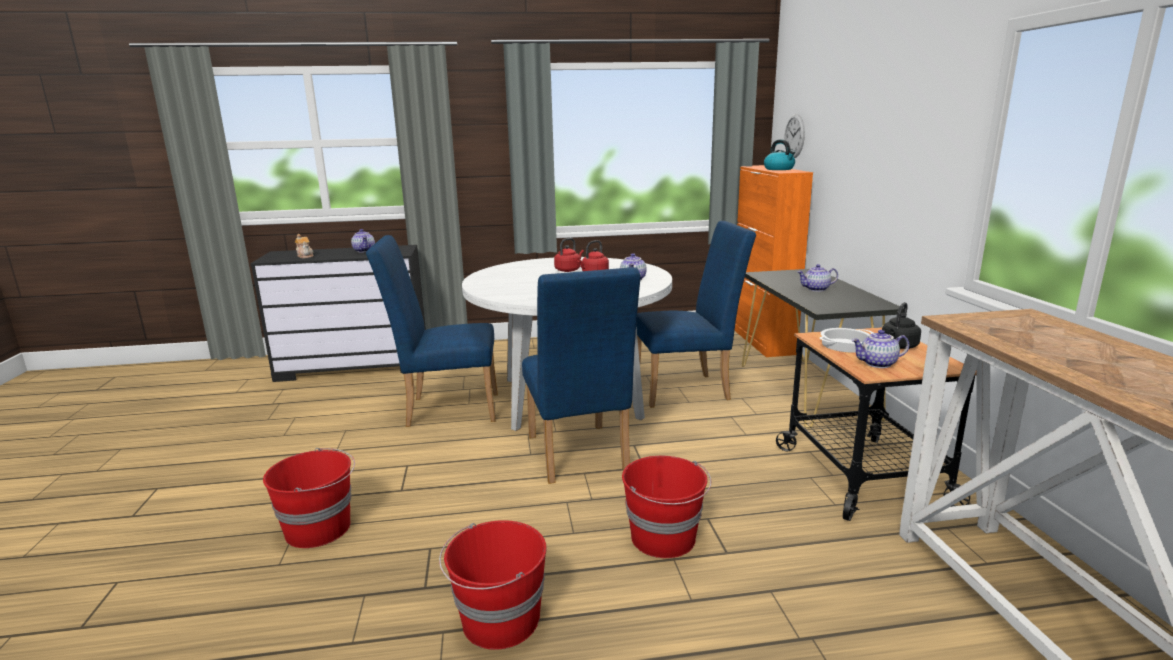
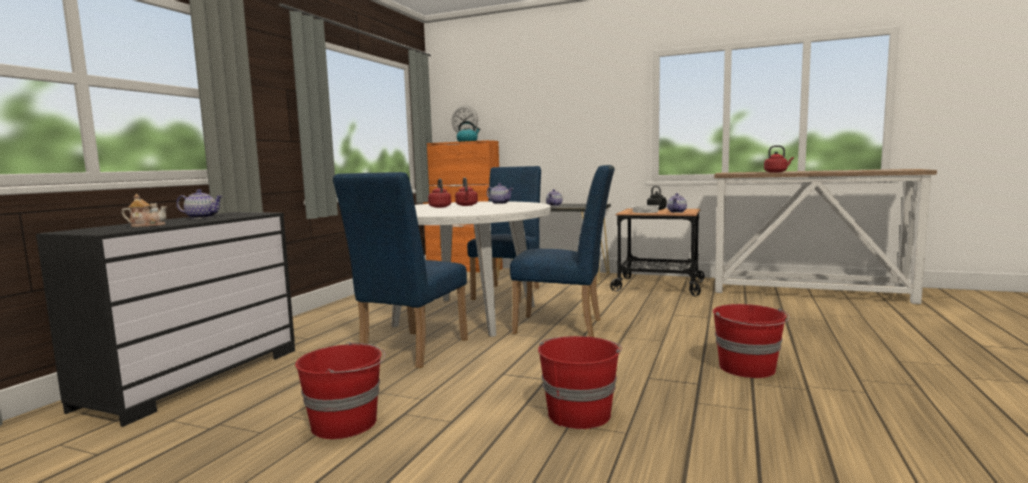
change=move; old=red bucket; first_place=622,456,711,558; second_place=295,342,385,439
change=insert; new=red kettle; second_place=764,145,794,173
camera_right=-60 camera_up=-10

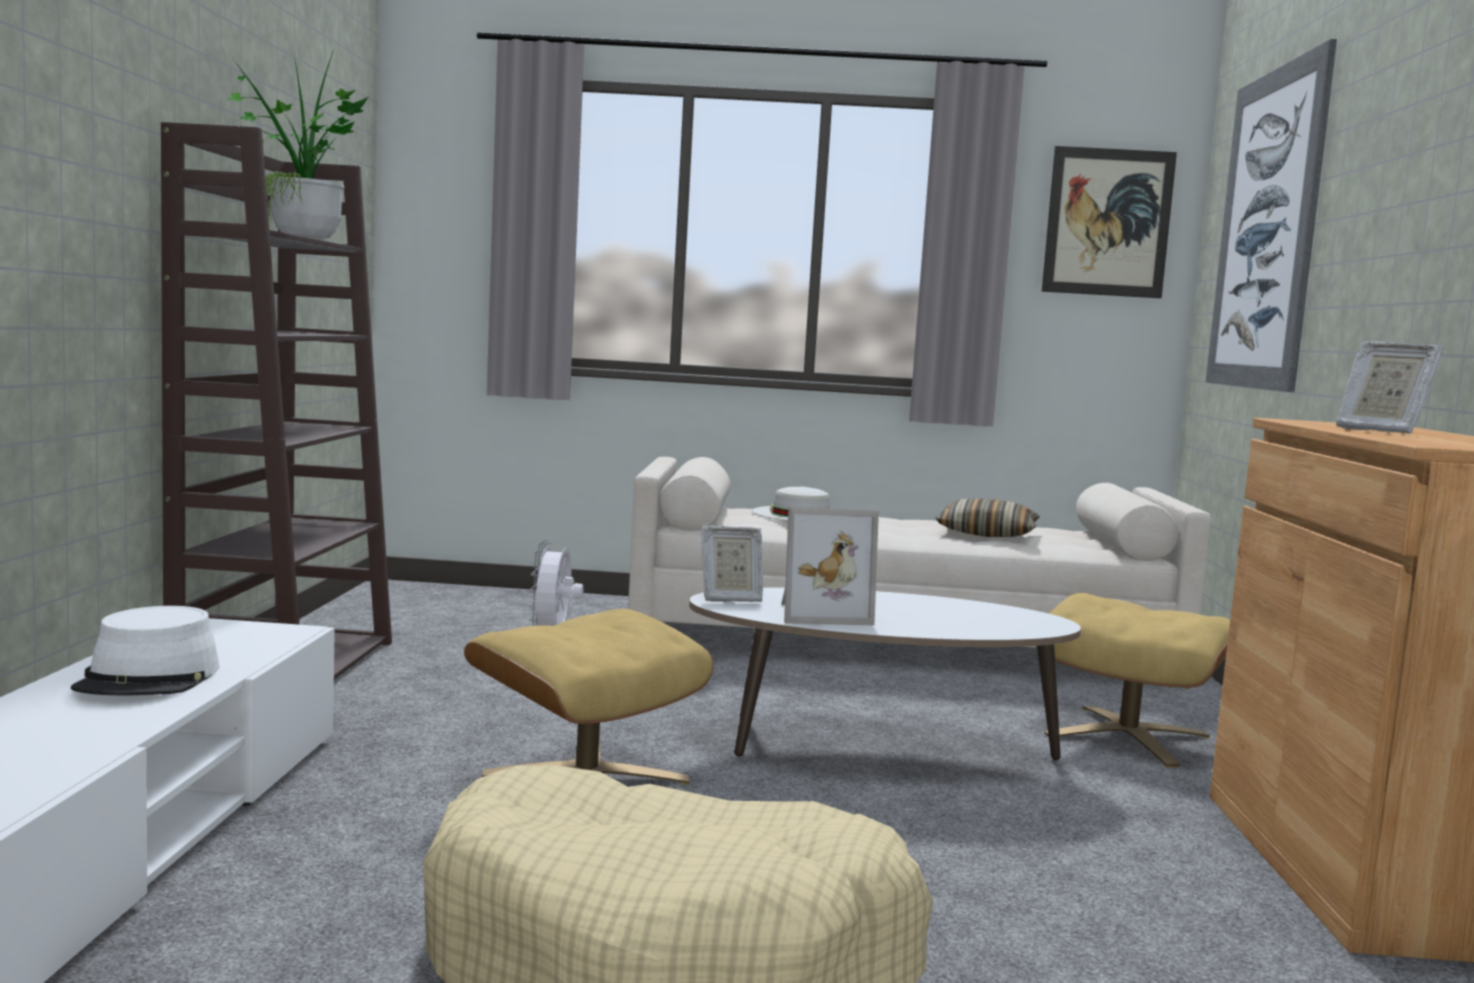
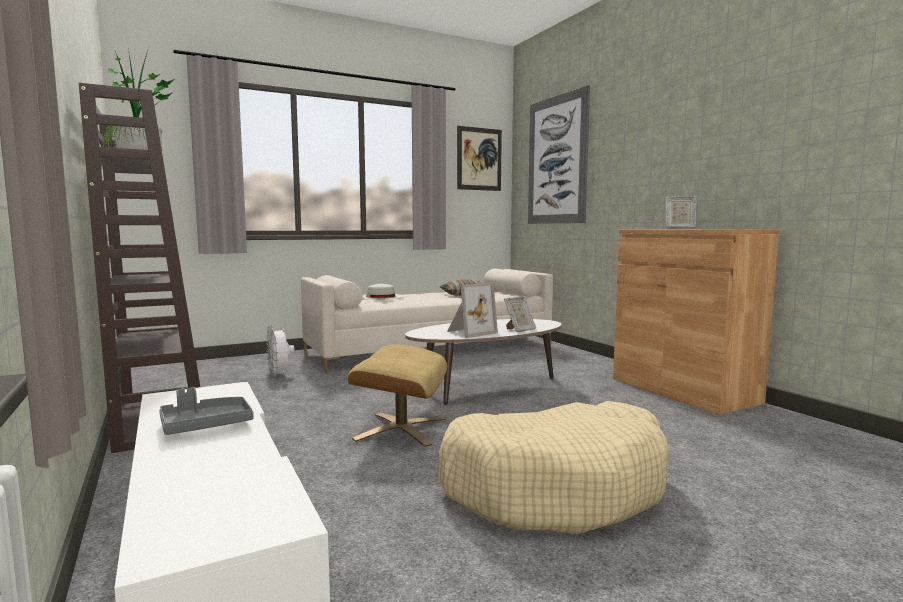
change=replace; old=white wearable hat; new=greyish tray; first_place=71,606,219,695; second_place=159,387,254,435
change=move; old=standing frame; first_place=701,525,763,602; second_place=504,297,536,332
change=delete; old=beige ottoman; first_place=1036,593,1230,767
camera_right=-30 camera_up=0

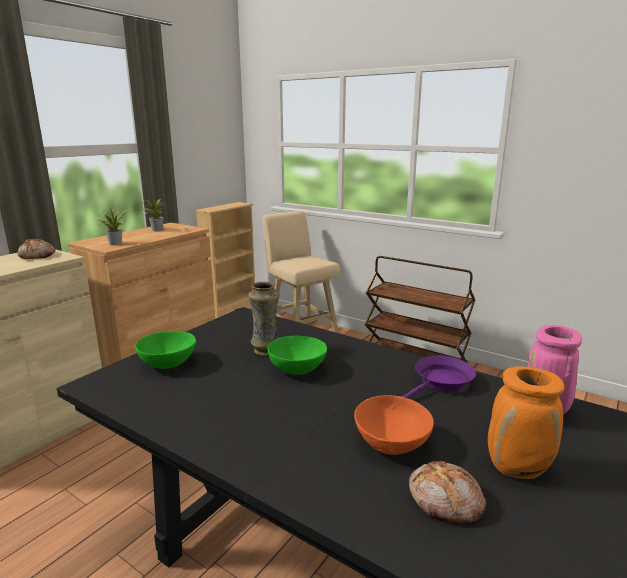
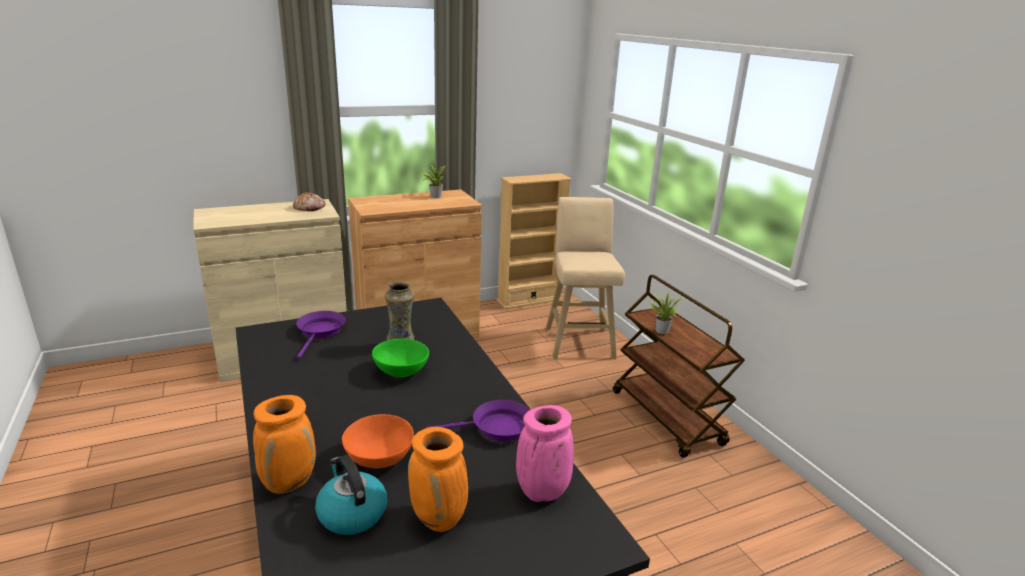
change=insert; new=orange vase; second_place=253,395,316,494
change=replace; old=green-coloured serving bowl; new=purple-coloured frying pan; first_place=135,331,196,369; second_place=296,311,346,359
change=replace; old=bakery bread; new=kettle; first_place=409,461,486,523; second_place=315,455,387,535
change=move; old=houseplant; first_place=95,209,126,245; second_place=648,293,685,334
camera_right=30 camera_up=5

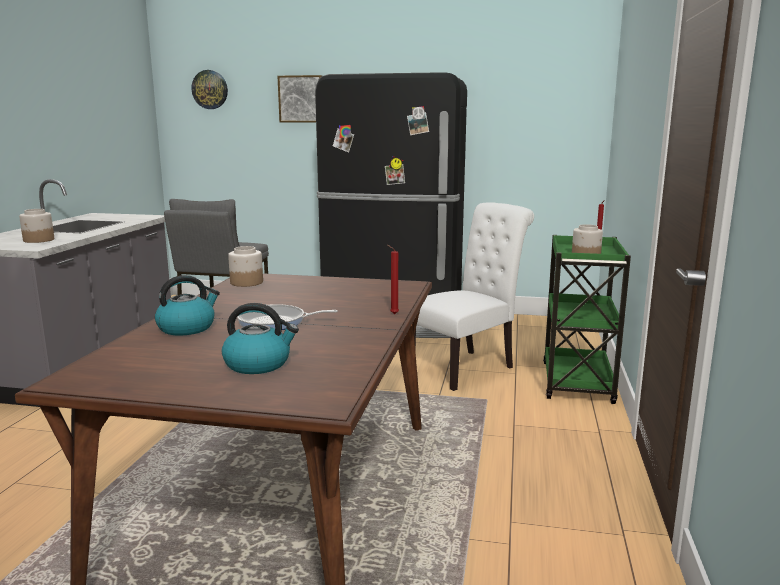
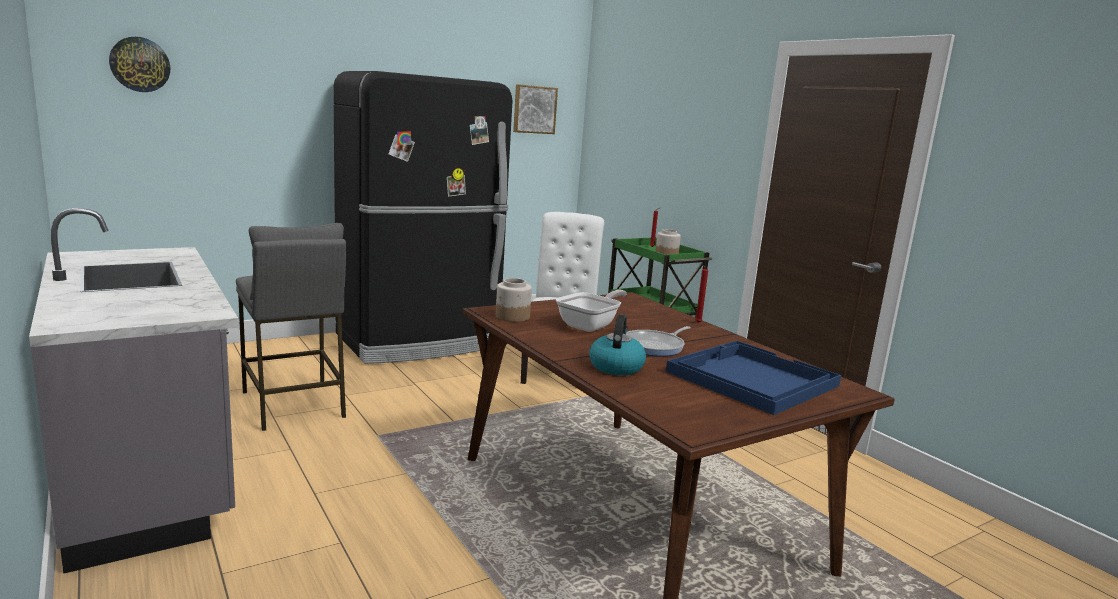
change=move; old=picture; first_place=277,75,322,122; second_place=513,84,558,134
change=insert; new=frying pan; second_place=556,290,627,332
change=replace; old=kettle; new=blue tray; first_place=222,303,299,374; second_place=666,341,841,415
change=delete; old=preserve jar; first_place=19,209,54,243
camera_right=-45 camera_up=0

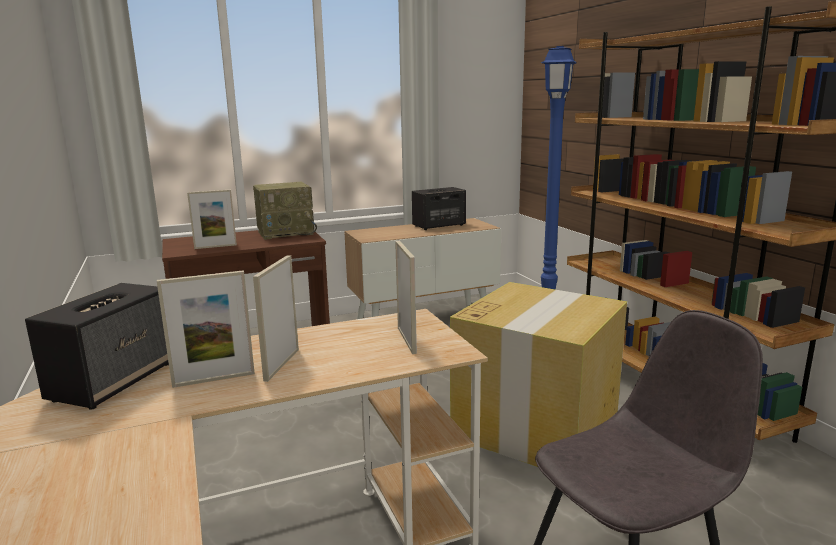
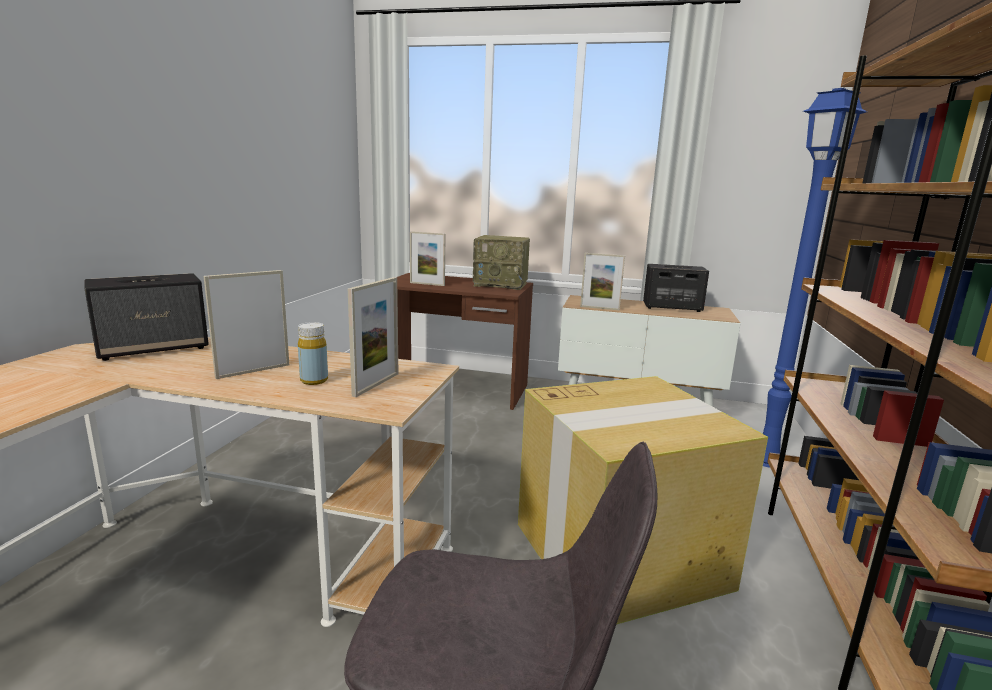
change=insert; new=yellowish drink bottle; second_place=298,322,328,385
change=move; old=standing frame; first_place=157,270,255,388; second_place=580,253,625,310
camera_right=35 camera_up=0

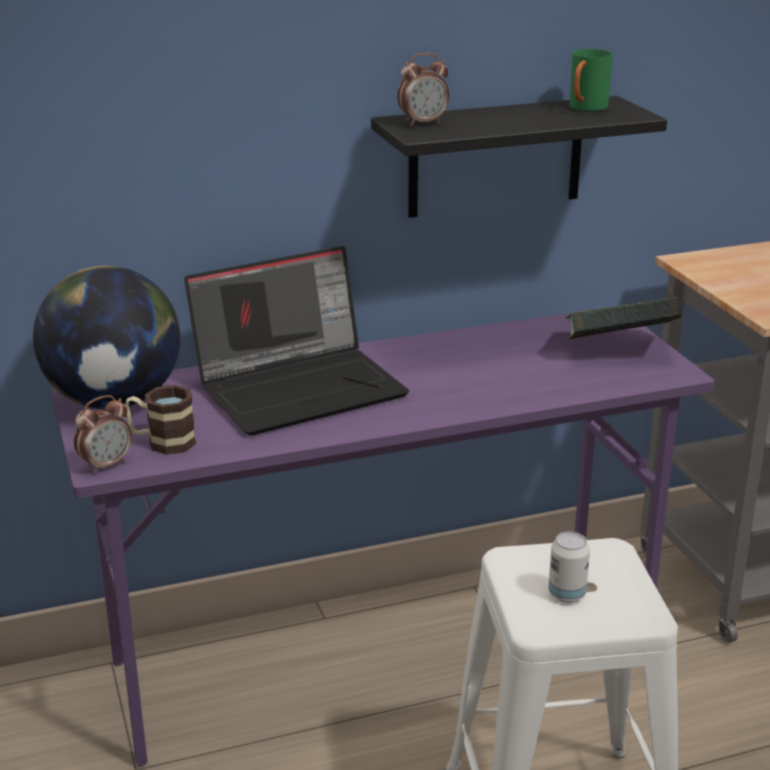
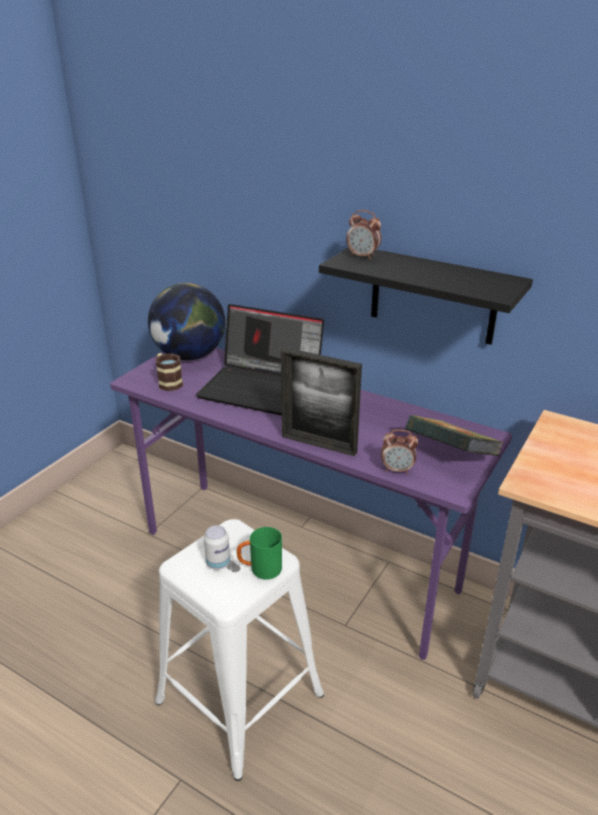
change=move; old=green-coloured tea mug; first_place=570,49,613,111; second_place=237,527,282,580
change=insert; new=standing frame; second_place=281,347,362,456
change=move; old=table clock; first_place=74,395,132,474; second_place=381,429,419,474
camera_right=50 camera_up=5

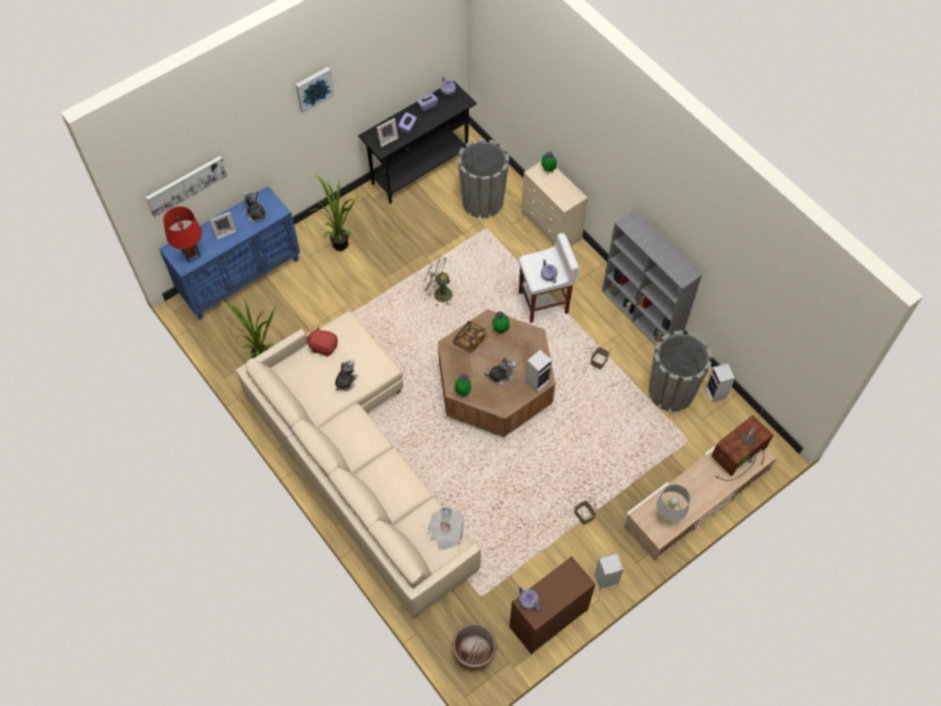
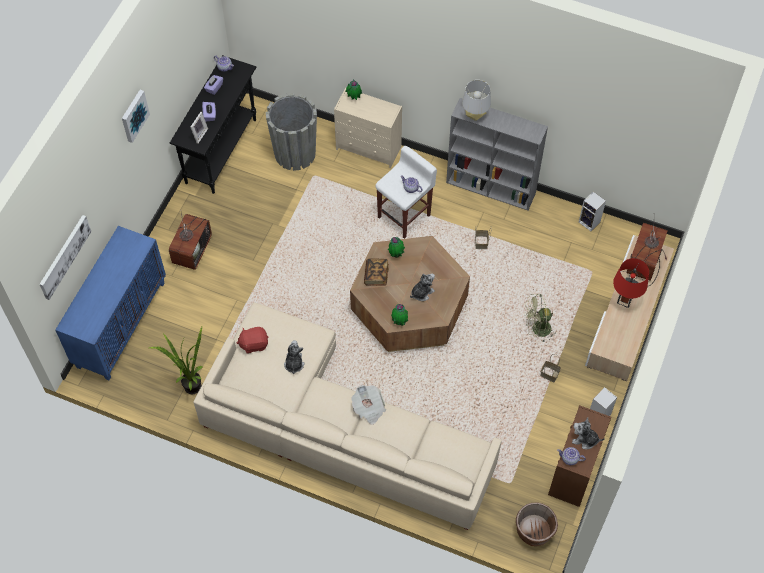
change=replace; old=houseplant; new=TV; first_place=311,174,359,251; second_place=169,213,212,270
change=move; old=printed paper; first_place=428,506,465,551; second_place=351,385,386,425
change=move; old=greyish lamp for a table; first_place=656,484,690,523; second_place=462,80,491,121
change=move; old=green-coloured fan; first_place=421,256,453,307; second_place=524,294,556,343
change=move; old=cuddly toy; first_place=243,190,266,222; second_place=572,417,605,449
change=move; old=red lamp for a table; first_place=163,207,202,262; second_place=613,258,649,308
change=delete; old=standing frame; first_place=210,212,237,239
change=delete; old=loudspeaker; first_place=525,350,552,393
change=delete; old=greyish flower pot; first_place=649,331,712,412
camera_right=-30 camera_up=0

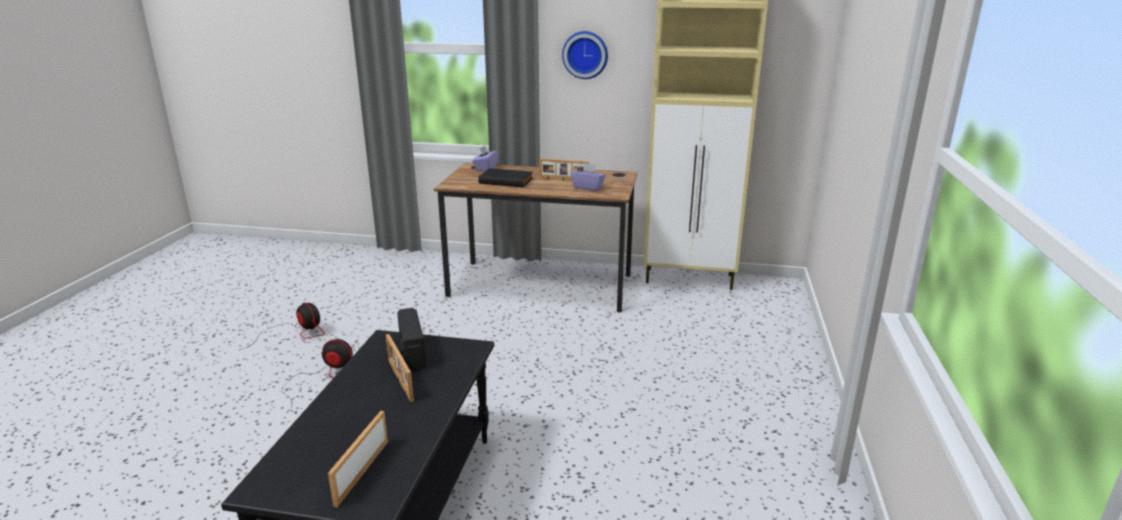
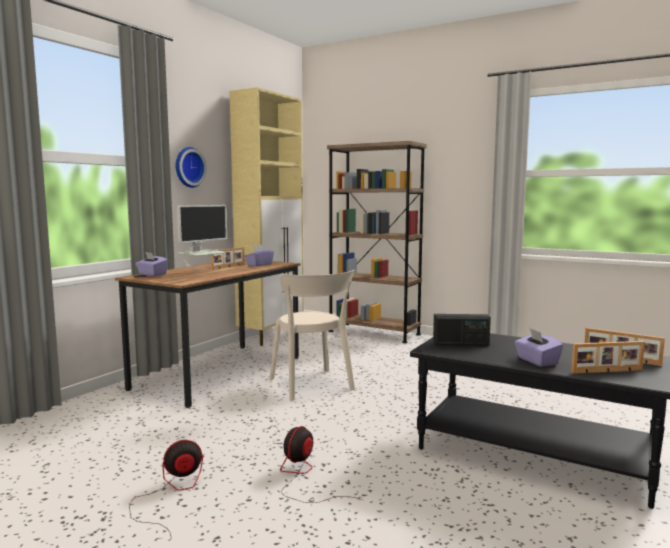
change=replace; old=black-coloured book; new=monitor; first_place=478,168,533,187; second_place=177,205,228,271
change=insert; new=beige chair; second_place=269,270,355,401
change=insert; new=brown shelving unit; second_place=327,141,427,343
change=insert; new=purple-coloured tissue holder; second_place=515,328,563,367
change=move; old=standing frame; first_place=386,334,414,402; second_place=571,341,645,374
camera_right=-70 camera_up=-15

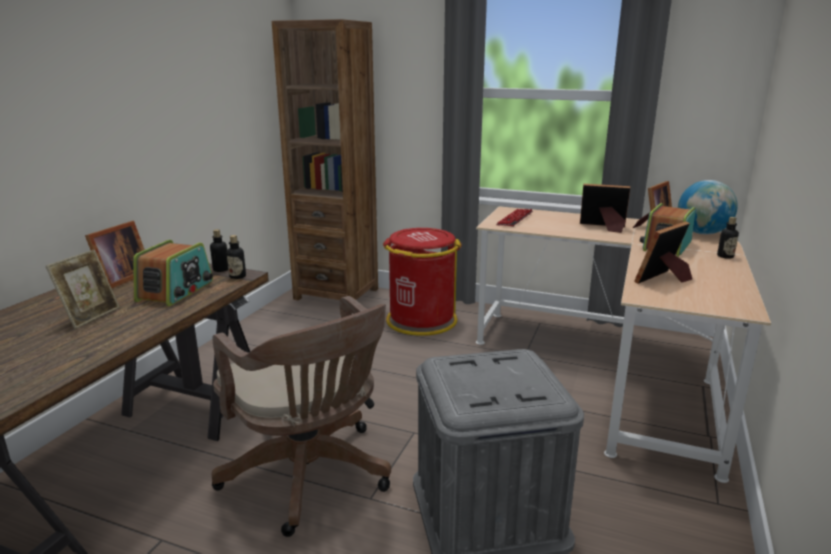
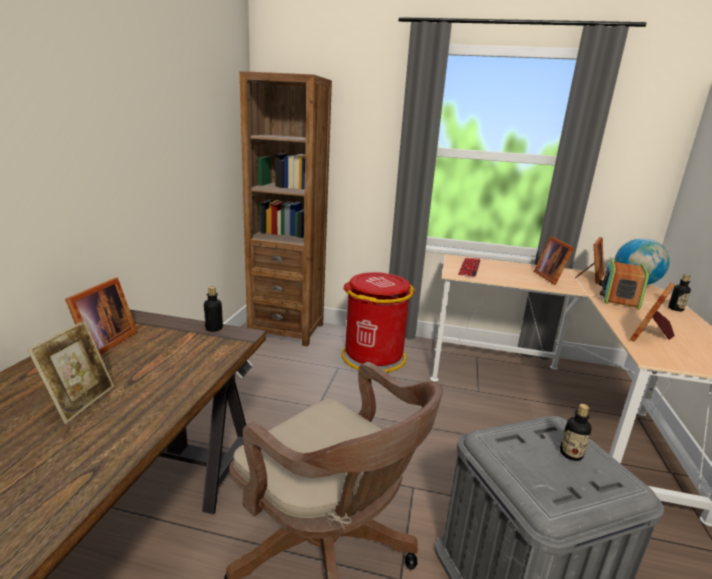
change=rotate; old=standing frame; first_place=580,184,630,233; second_place=534,236,574,285; degrees=-105
change=move; old=drink bottle; first_place=227,235,246,279; second_place=560,404,591,461
change=delete; old=radio receiver; first_place=133,240,213,306
camera_right=-10 camera_up=0

